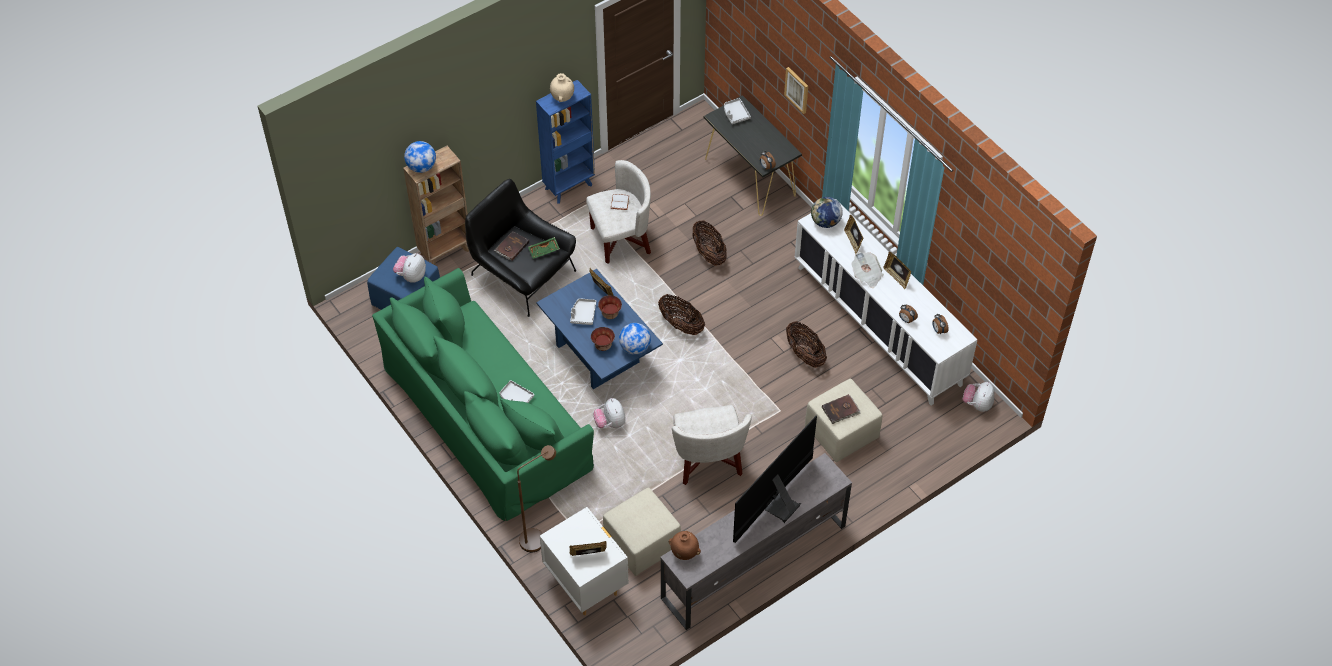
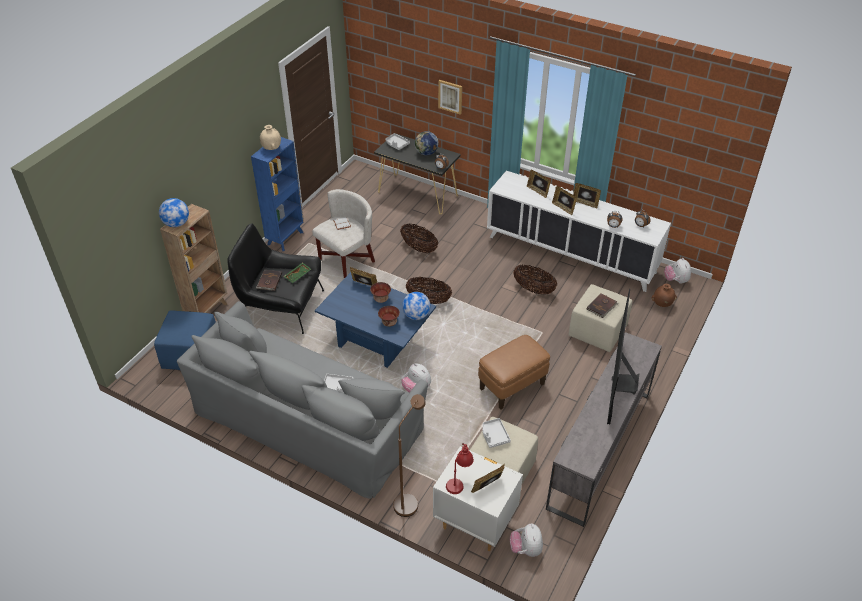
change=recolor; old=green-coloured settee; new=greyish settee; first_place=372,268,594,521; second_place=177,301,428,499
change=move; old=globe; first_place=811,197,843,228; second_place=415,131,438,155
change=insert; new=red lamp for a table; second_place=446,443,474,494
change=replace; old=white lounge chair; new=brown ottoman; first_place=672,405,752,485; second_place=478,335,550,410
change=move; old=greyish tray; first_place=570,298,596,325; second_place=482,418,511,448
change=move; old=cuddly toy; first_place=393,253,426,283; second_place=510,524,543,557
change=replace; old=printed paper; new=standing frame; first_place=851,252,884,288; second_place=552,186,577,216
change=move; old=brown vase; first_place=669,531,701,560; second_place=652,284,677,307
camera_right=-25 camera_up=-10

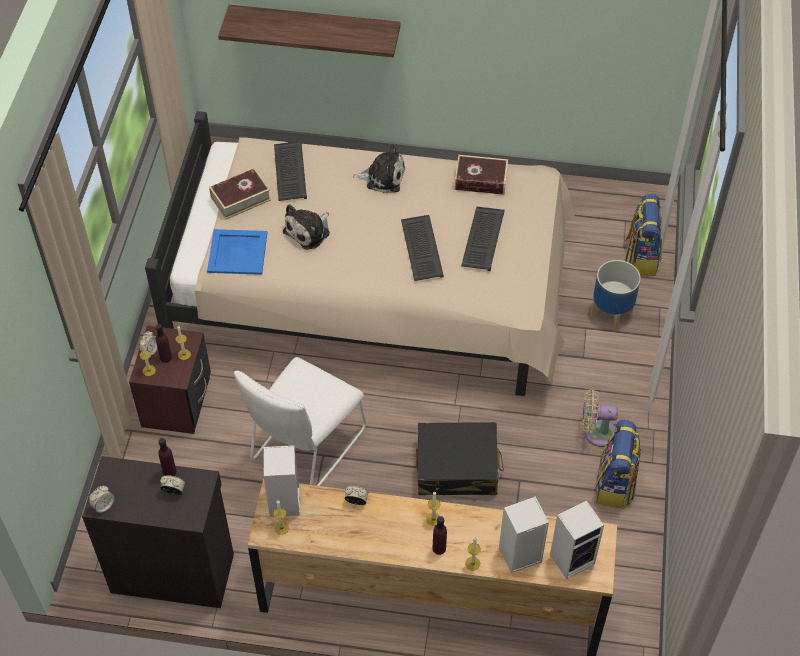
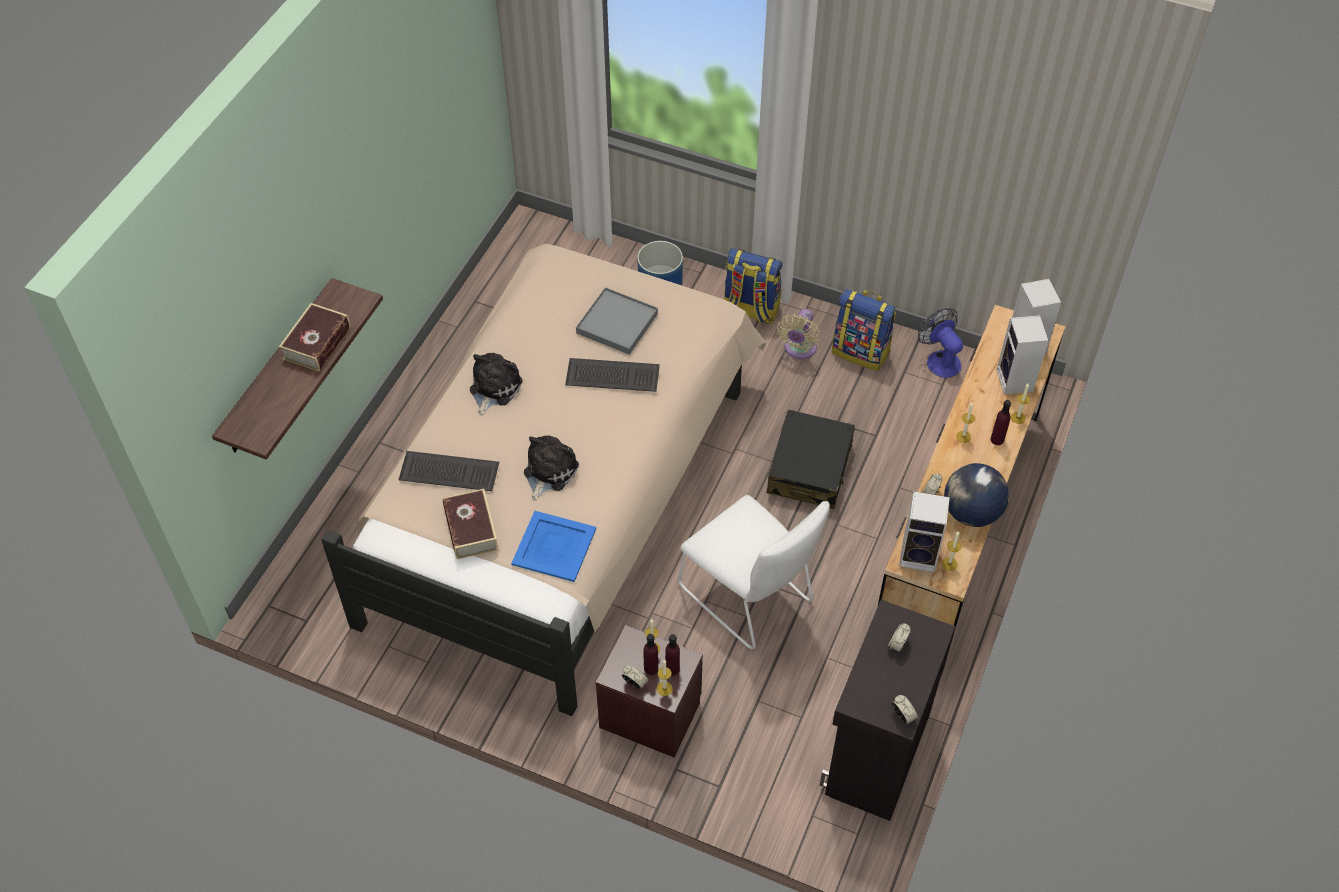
change=move; old=book; first_place=455,155,508,195; second_place=279,303,350,372
change=rotate; old=cuddly toy; first_place=283,204,330,250; second_place=524,435,579,501; degrees=-120
change=replace; old=computer keyboard; new=greyish tray; first_place=461,206,505,271; second_place=576,287,658,355
change=move; old=purple-coloured drink bottle; first_place=158,438,177,476; second_place=665,634,680,676
change=move; old=knapsack; first_place=624,194,662,276; second_place=724,248,783,324
change=insert; new=fan; second_place=918,308,963,378
change=insert; new=globe; second_place=944,463,1009,527
camera_right=-75 camera_up=0

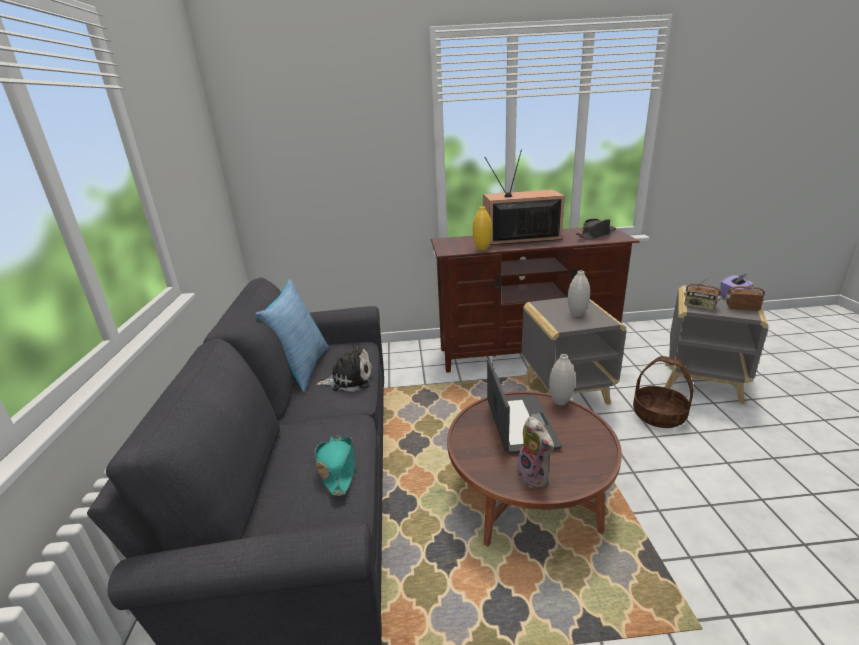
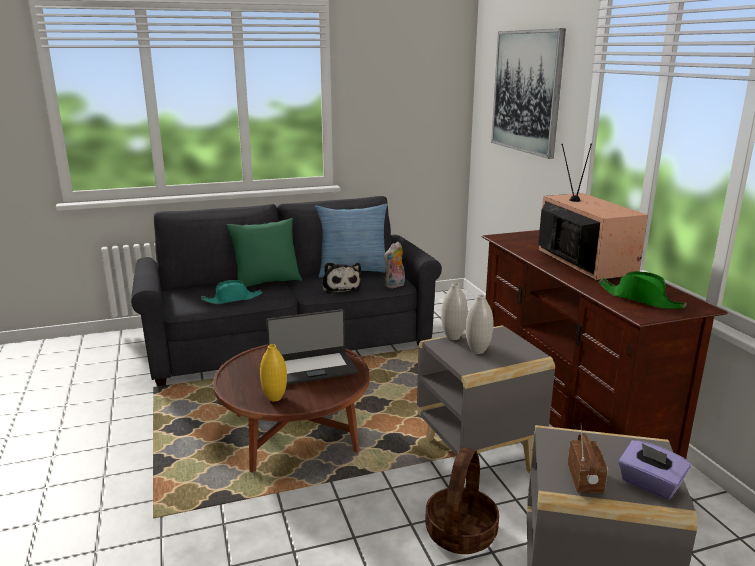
change=insert; new=green-coloured pillow; second_place=226,218,302,287
change=move; old=yellowish vase; first_place=473,206,492,250; second_place=260,344,287,401
change=move; old=cuddly toy; first_place=517,416,554,488; second_place=384,242,405,289
change=move; old=white vase; first_place=549,354,575,406; second_place=441,283,468,340
change=insert; new=picture; second_place=491,28,566,159
change=recolor; old=black-coloured wearable hat; new=green-coloured wearable hat; first_place=575,219,617,239; second_place=598,271,687,309
change=delete; old=radio receiver; first_place=684,275,721,310
camera_right=75 camera_up=-5

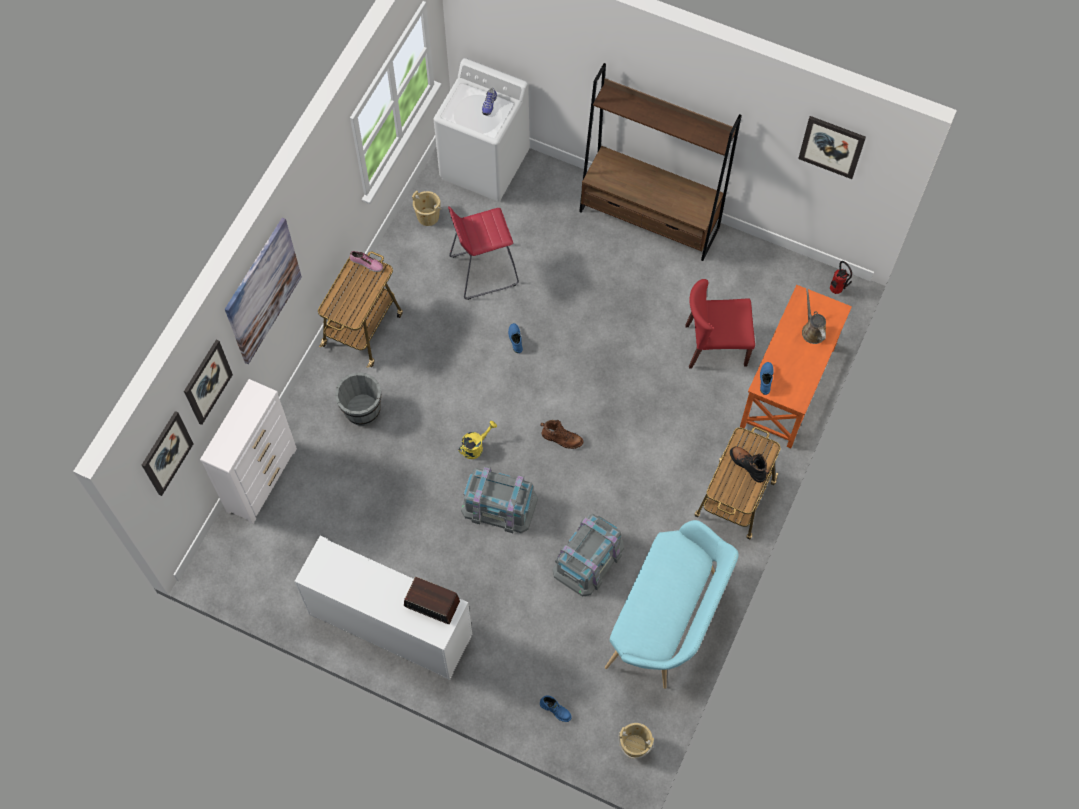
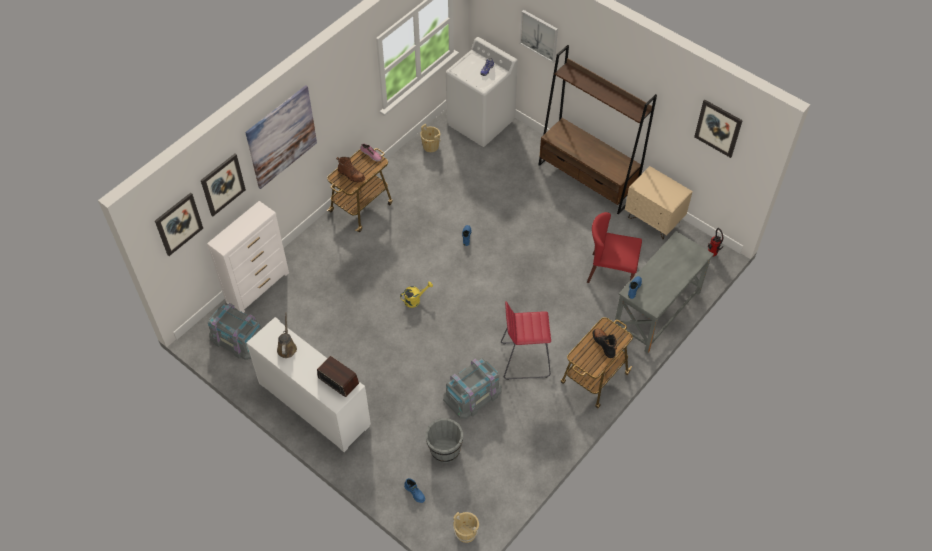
change=move; old=greyish storage container; first_place=461,466,538,533; second_place=208,303,261,360
change=move; old=brown watering can; first_place=802,289,826,344; second_place=277,312,297,358
change=move; old=brown boot; first_place=540,420,583,449; second_place=336,157,365,183
change=move; old=greyish bucket; first_place=335,372,381,426; second_place=425,418,463,463
change=move; old=red sitting stool; first_place=448,206,519,300; second_place=501,301,551,380
change=insert; new=picture; second_place=520,10,558,62
change=recolor; old=orange desk table; new=greyish desk table; first_place=740,285,852,448; second_place=615,231,714,353
change=insert; new=beige nightstand; second_place=625,166,693,239
change=delete; old=turquoise-coloured long seat; first_place=605,520,739,689
camera_right=15 camera_up=-10

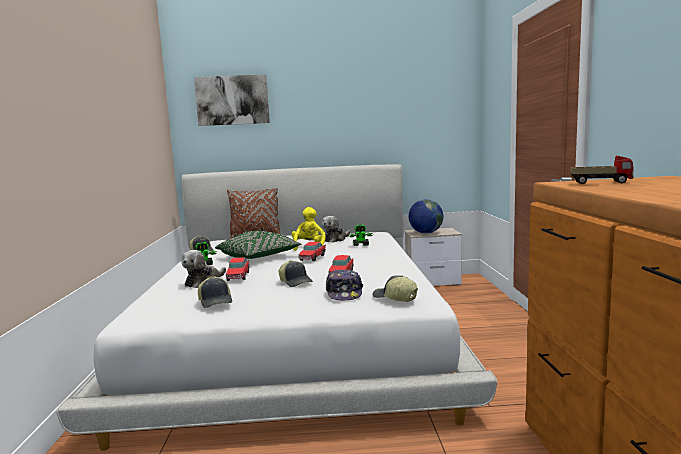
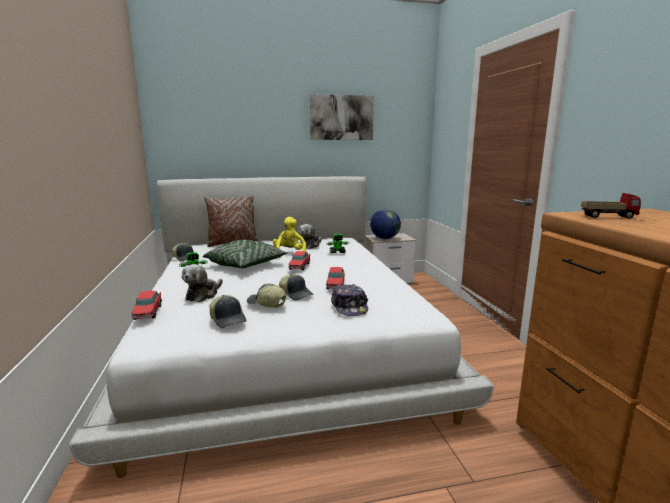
change=move; old=model car; first_place=226,257,250,281; second_place=132,291,162,320
change=move; old=peaked cap; first_place=373,275,418,302; second_place=247,284,286,308
change=move; old=picture; first_place=194,74,270,126; second_place=310,94,374,140
camera_right=-10 camera_up=5

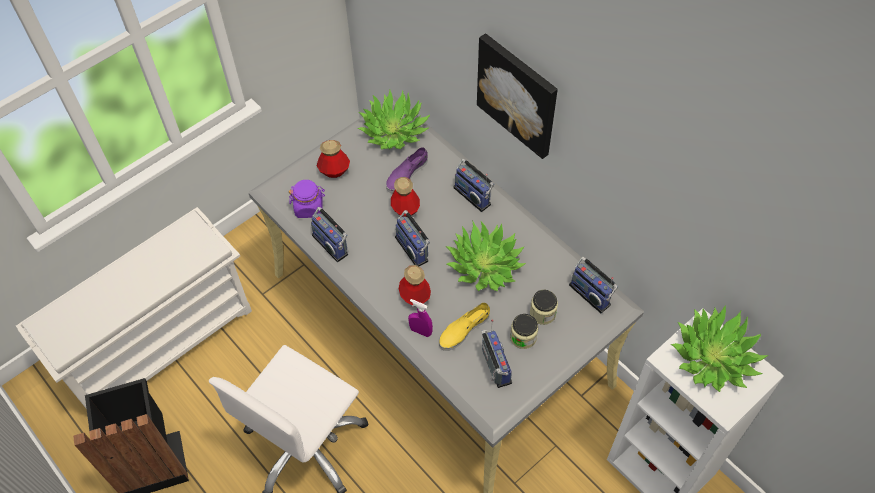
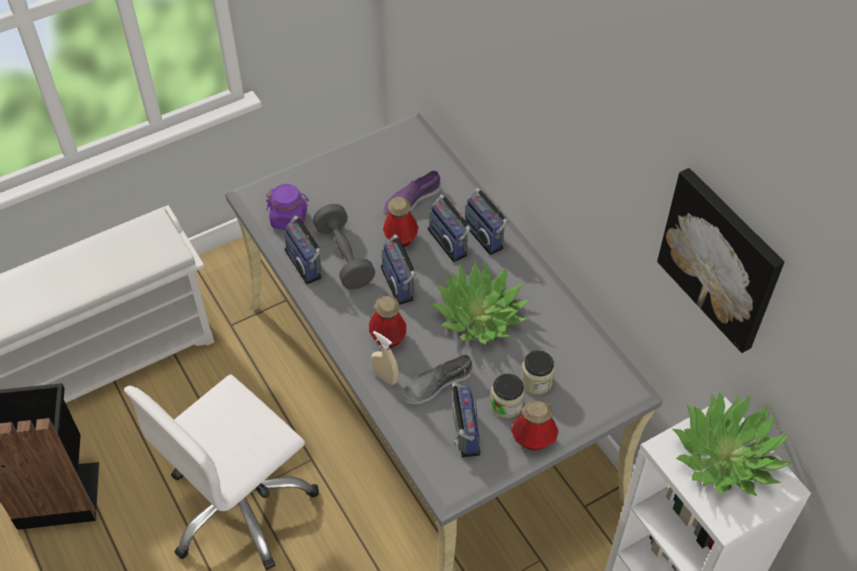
change=insert; new=greyish hand weight; second_place=313,204,375,289
change=recolor; old=purple-coloured hand sprayer; new=beige hand sprayer; first_place=408,299,433,337; second_place=371,331,398,385
change=recolor; old=yellowish shoe; new=greyish shoe; first_place=439,302,490,351; second_place=403,354,472,404
change=move; old=radio receiver; first_place=569,257,618,313; second_place=428,194,471,262
change=move; old=drink bottle; first_place=317,140,350,178; second_place=511,401,559,451
change=move; old=picture; first_place=477,33,558,159; second_place=657,168,784,353
change=delete; old=houseplant; first_place=357,90,430,149
camera_right=10 camera_up=-5

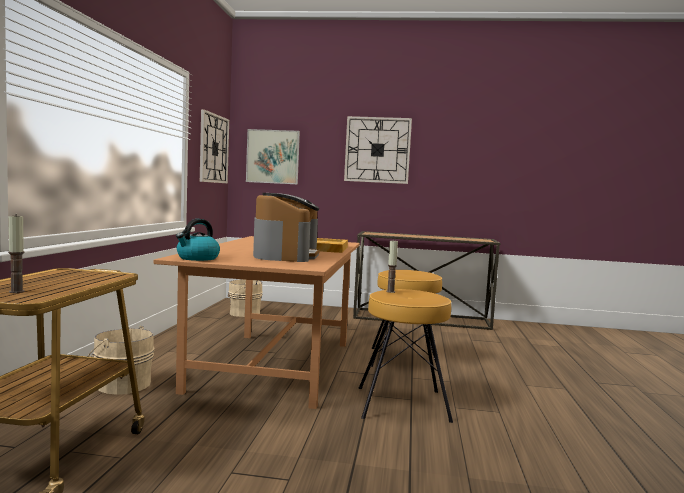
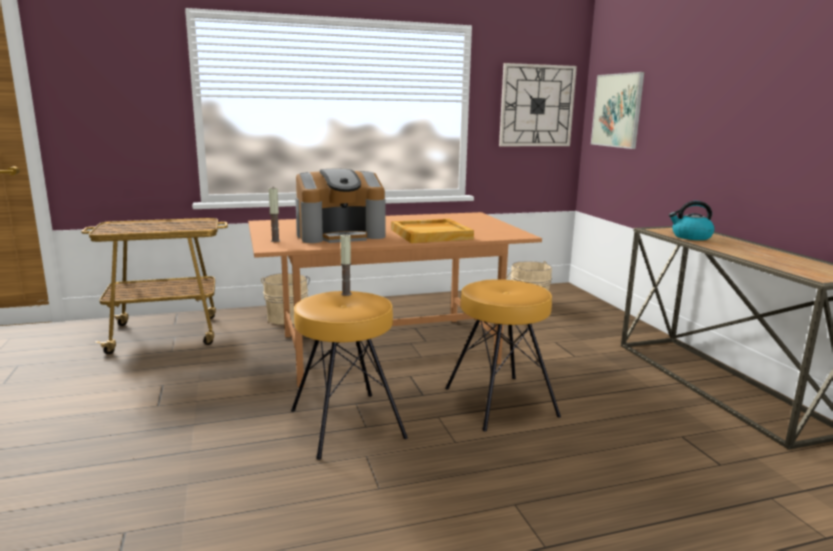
change=move; old=wax candle; first_place=8,216,25,293; second_place=269,188,280,242
change=move; old=kettle; first_place=176,219,220,261; second_place=669,201,715,240
change=delete; old=clock on the wall; first_place=344,116,412,184
camera_right=65 camera_up=10

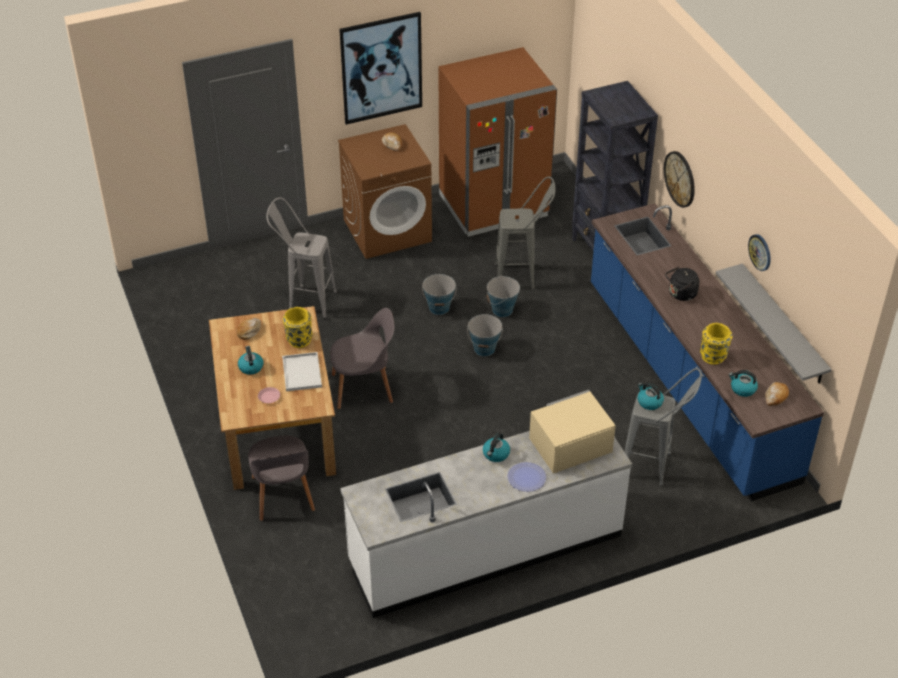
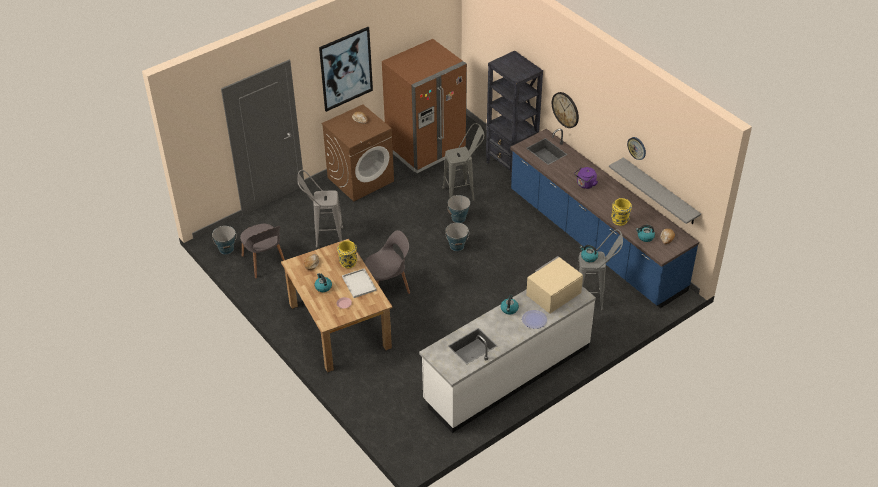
change=move; old=bucket; first_place=422,274,456,315; second_place=212,226,236,254
change=move; old=greyish chair; first_place=248,436,315,521; second_place=240,224,285,278
change=recolor; old=black-coloured kettle; new=purple-coloured kettle; first_place=665,266,699,301; second_place=574,167,598,189
camera_right=-15 camera_up=0

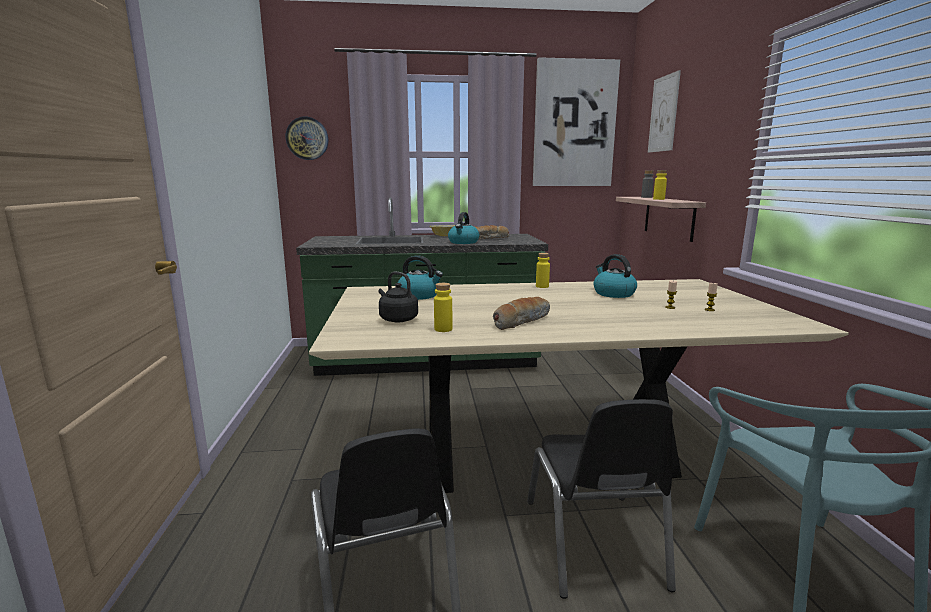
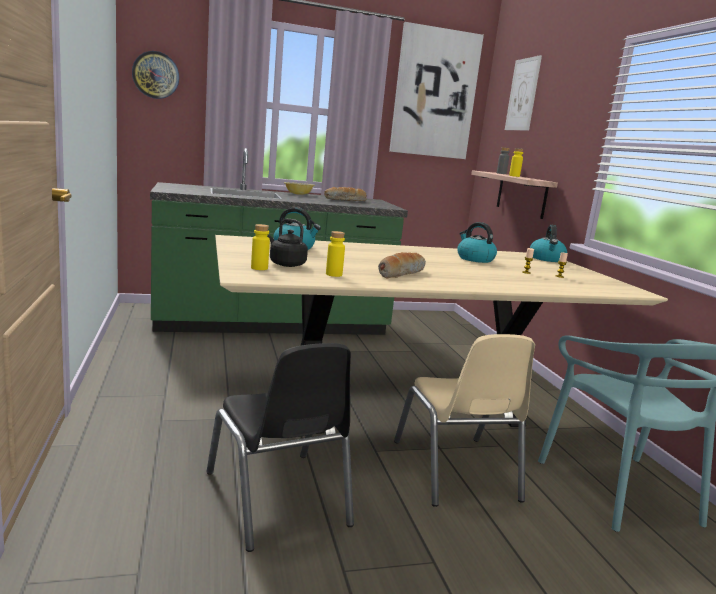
change=move; old=yellowish drink bottle; first_place=536,253,550,288; second_place=251,224,270,270
change=recolor; old=black-coloured chair; new=beige chair; first_place=527,399,676,599; second_place=394,334,535,507
change=move; old=kettle; first_place=448,212,479,244; second_place=530,225,567,262
camera_right=-10 camera_up=0

